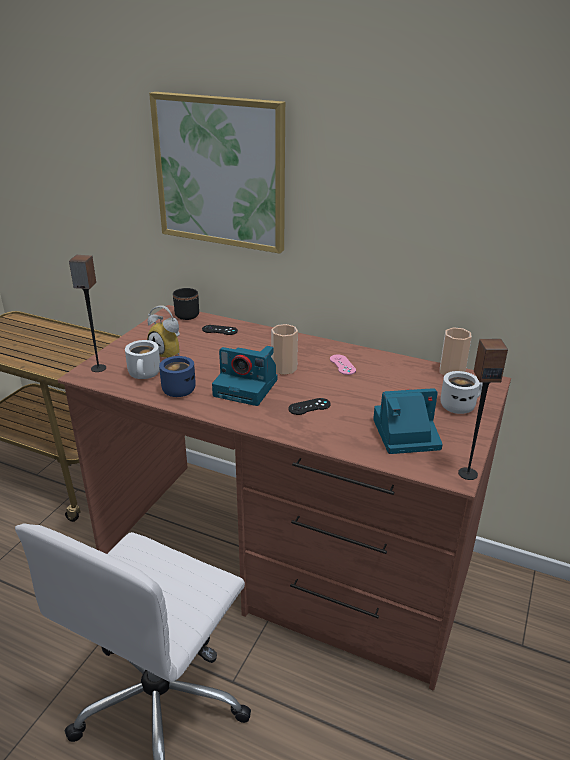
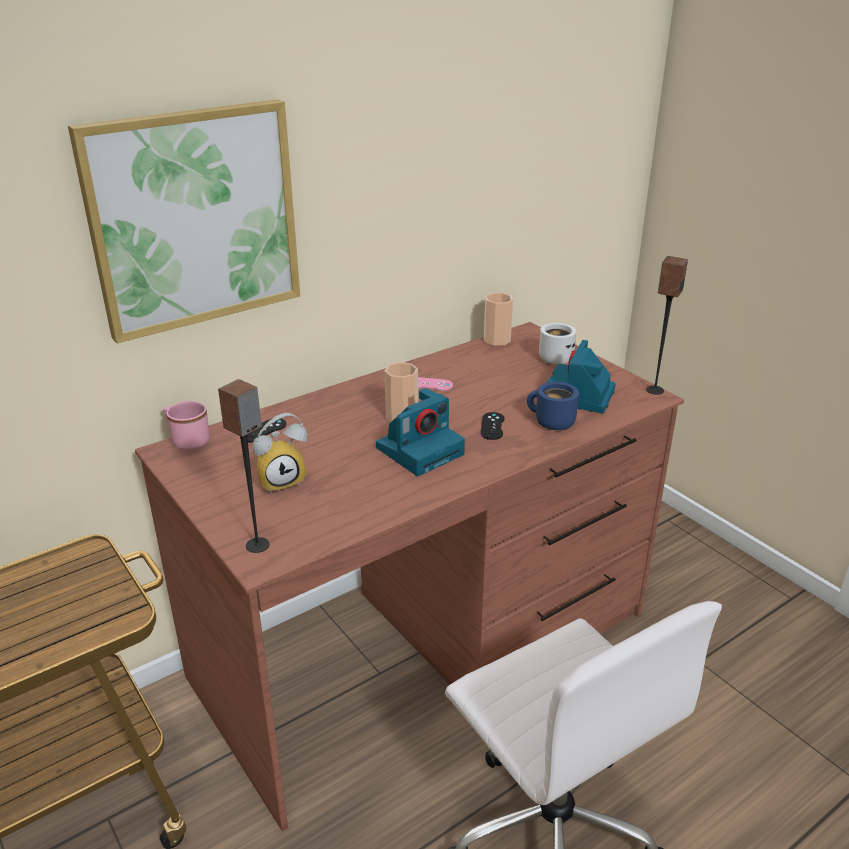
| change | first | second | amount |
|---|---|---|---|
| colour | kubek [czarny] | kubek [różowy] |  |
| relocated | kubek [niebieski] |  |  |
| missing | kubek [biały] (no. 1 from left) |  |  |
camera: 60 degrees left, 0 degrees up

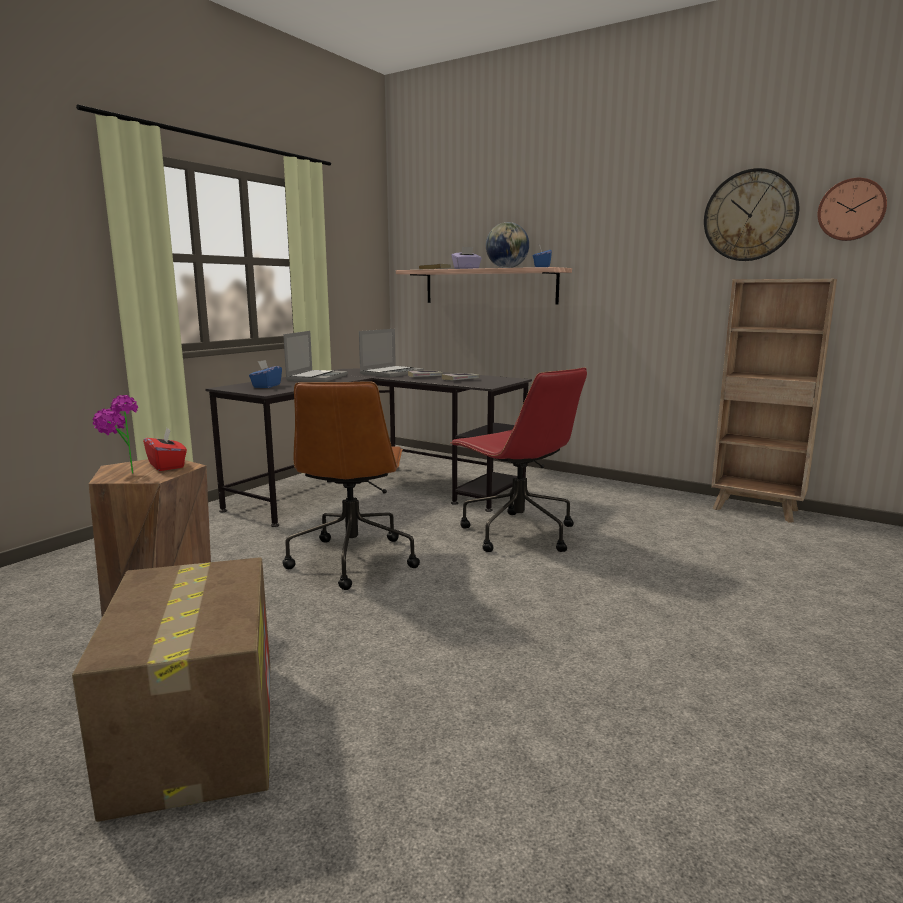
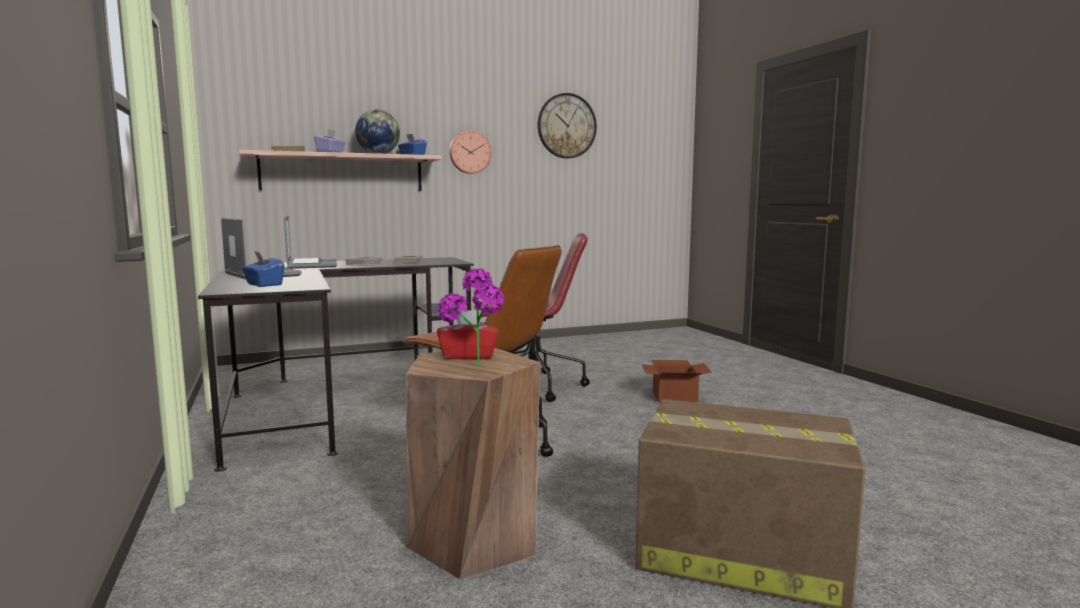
| change | first | second | amount |
|---|---|---|---|
| relocated | zegar ścienny (no. 2 from left in the first image) | zegar ścienny (no. 1 from left) |  |
| appeared |  | karton (no. 1 from left) |  |
| missing | regał [brązowy] |  |  |
camera: 55 degrees left, 5 degrees down

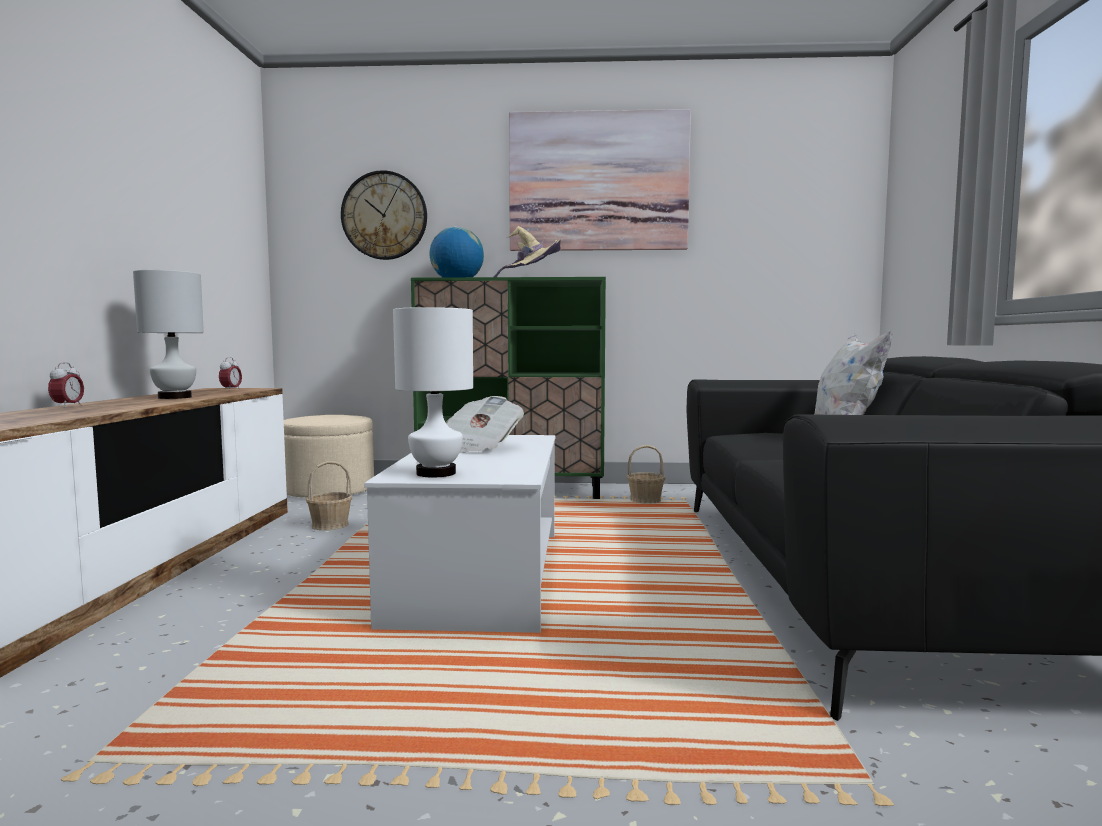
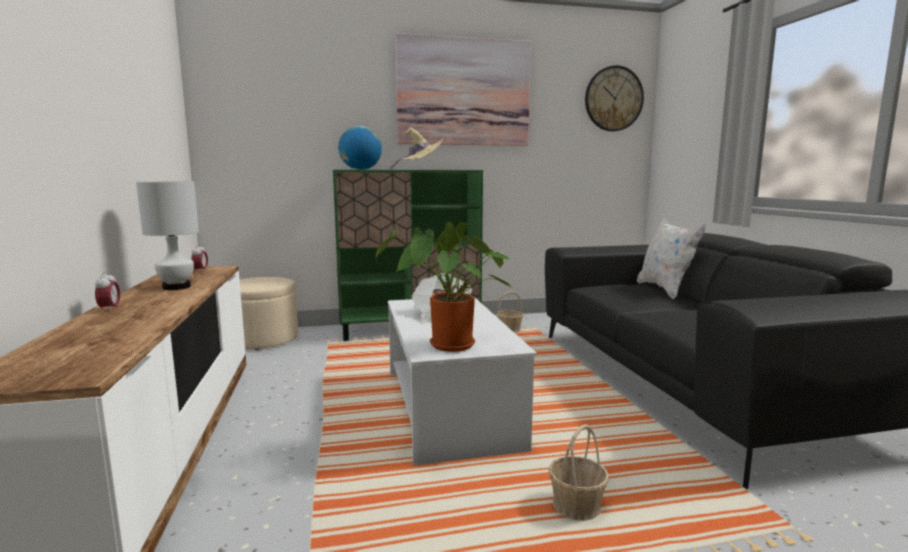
| change | first | second | amount |
|---|---|---|---|
| exchanged | lampa stołowa [biały] (no. 2 from left) | roślina doniczkowa |  |
| relocated | koszyk (no. 1 from left in the first image) | koszyk (no. 2 from left) |  |
| relocated | zegar ścienny |  |  |
camera: 15 degrees left, 5 degrees up

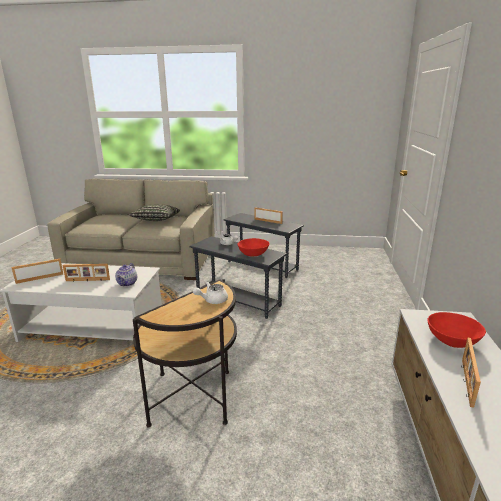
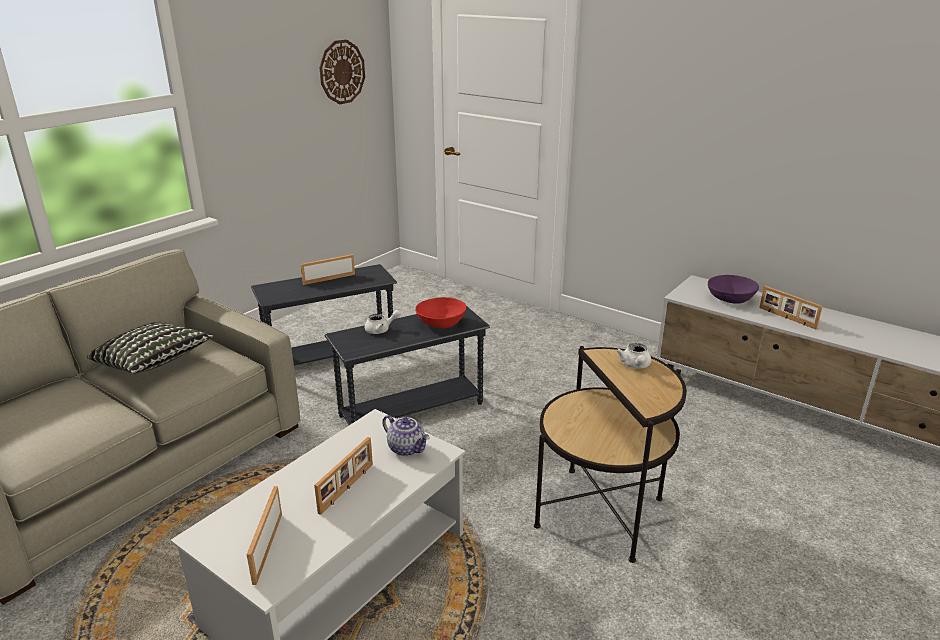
| change | first | second | amount |
|---|---|---|---|
| appeared |  | zegar ścienny |  |
| colour | miska [czerwony] (no. 2 from left) | miska [fioletowy] |  |
camera: 60 degrees left, 5 degrees up

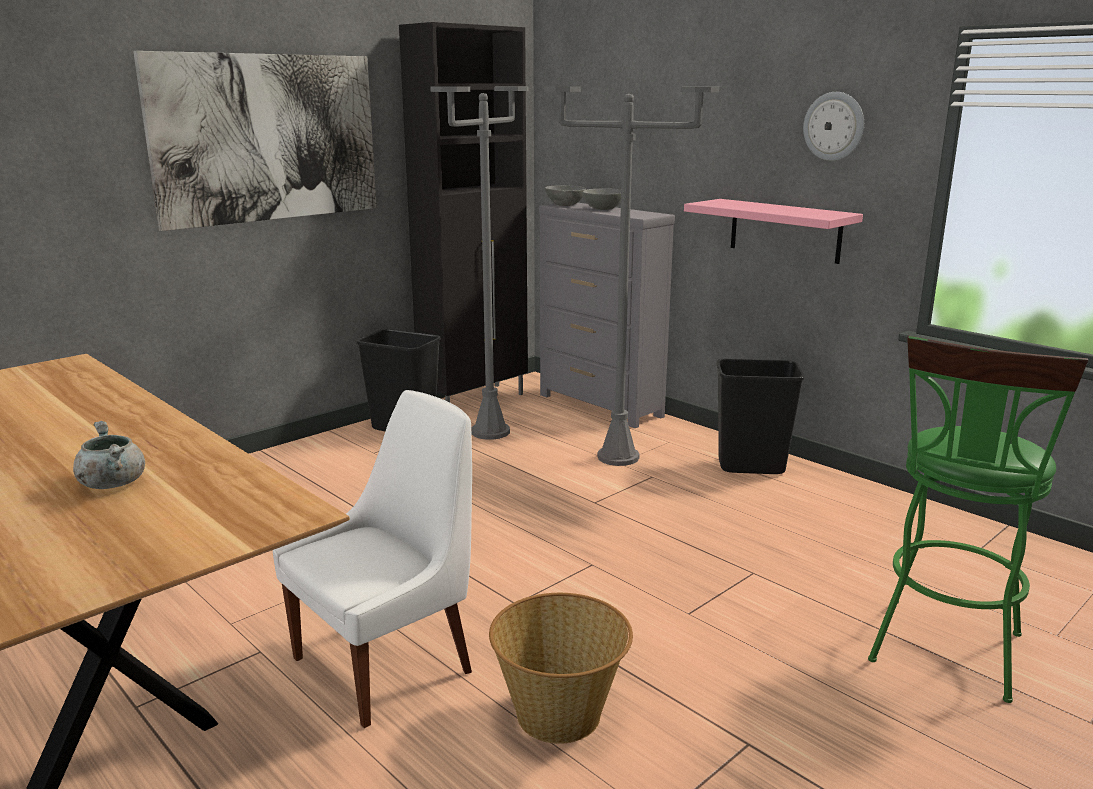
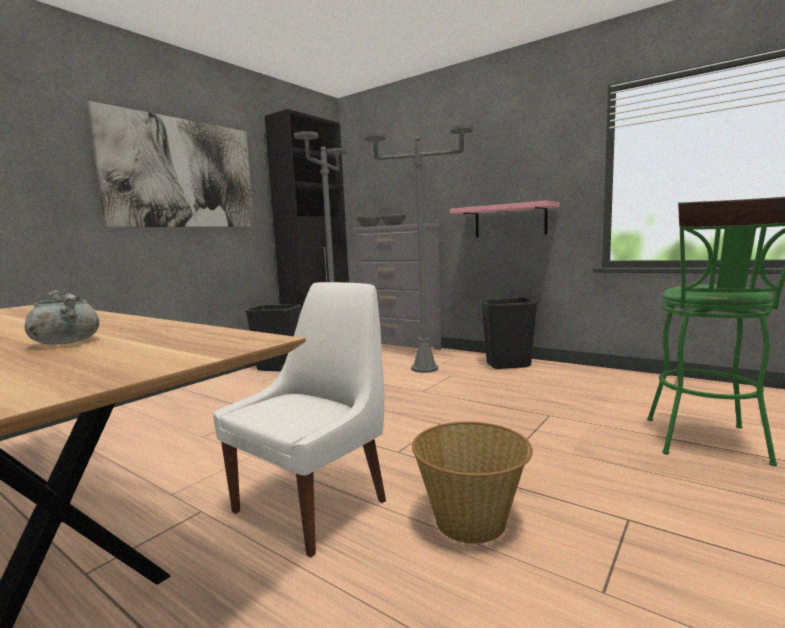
| change | first | second | amount |
|---|---|---|---|
| missing | zegar ścienny |  |  |
camera: 10 degrees left, 10 degrees down

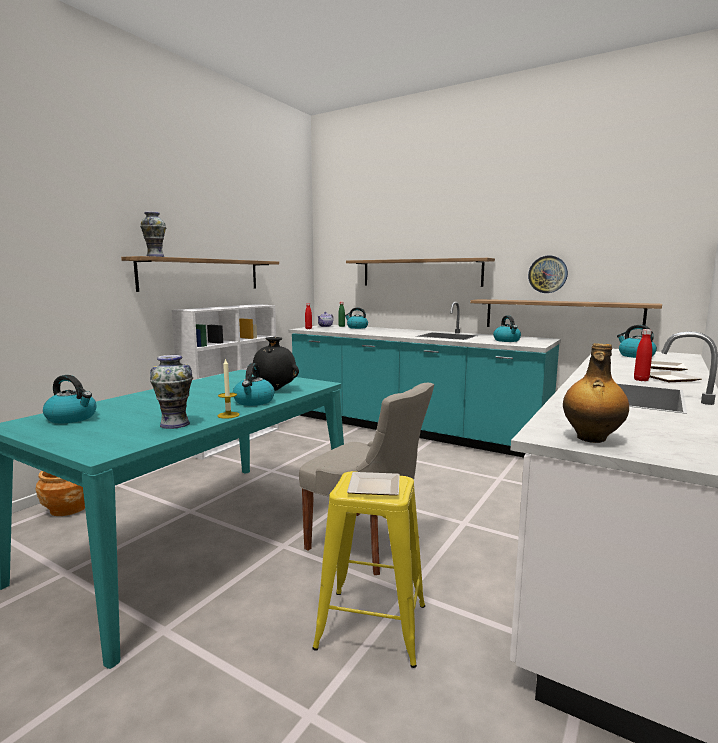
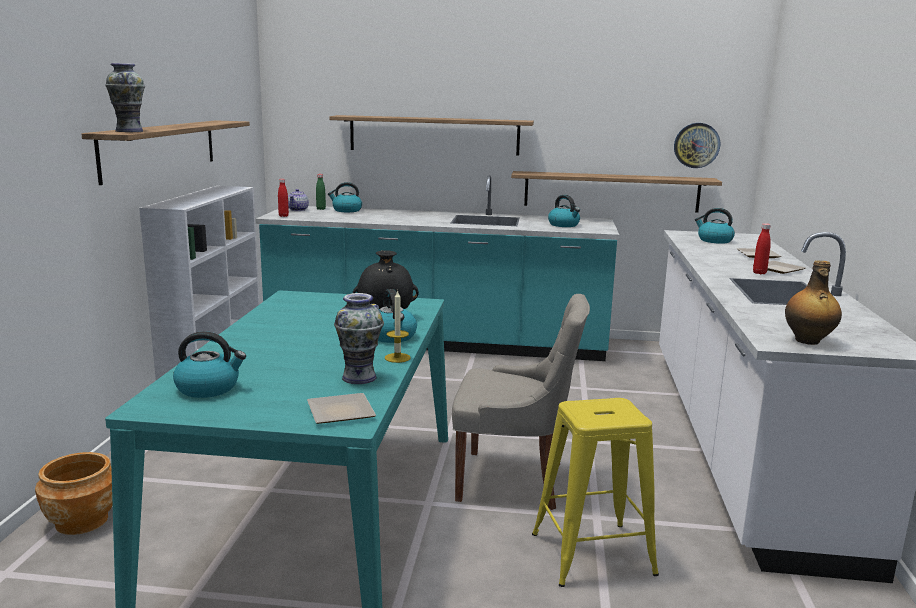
| change | first | second | amount |
|---|---|---|---|
| relocated | talerz (no. 1 from left) |  |  |
| relocated | zegar ścienny |  |  |
camera: 25 degrees left, 5 degrees up

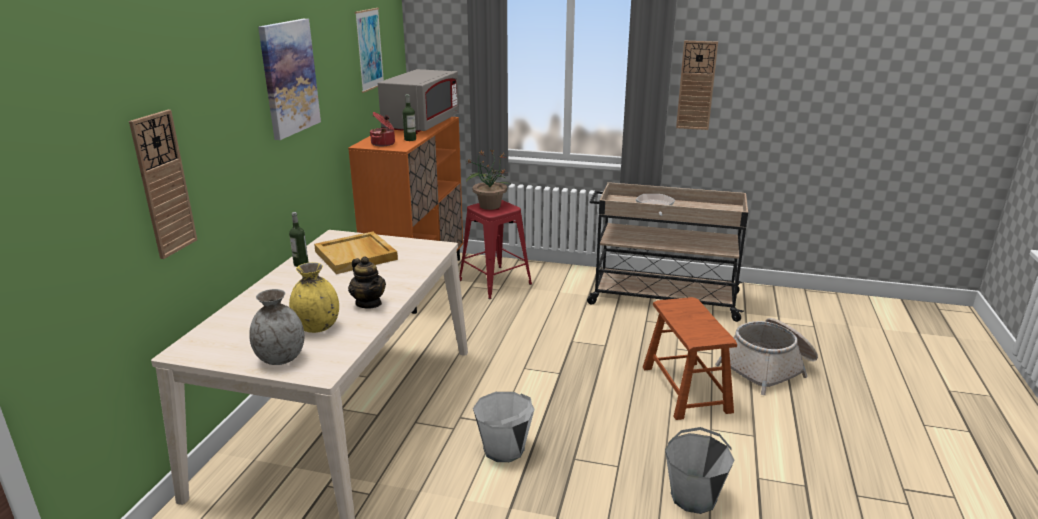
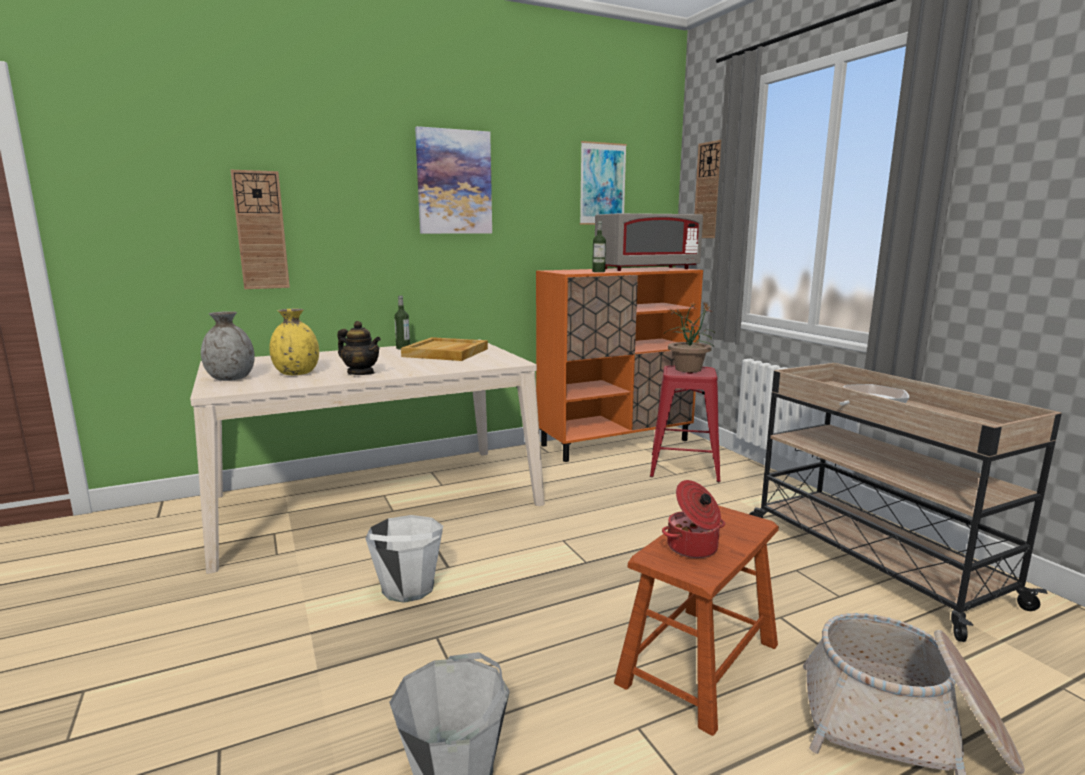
| change | first | second | amount |
|---|---|---|---|
| spun | imbryk |  | 75 degrees counterclockwise |
| relocated | garnek |  |  |
| relocated | zegar ścienny (no. 2 from left) |  |  |
camera: 50 degrees right, 10 degrees down

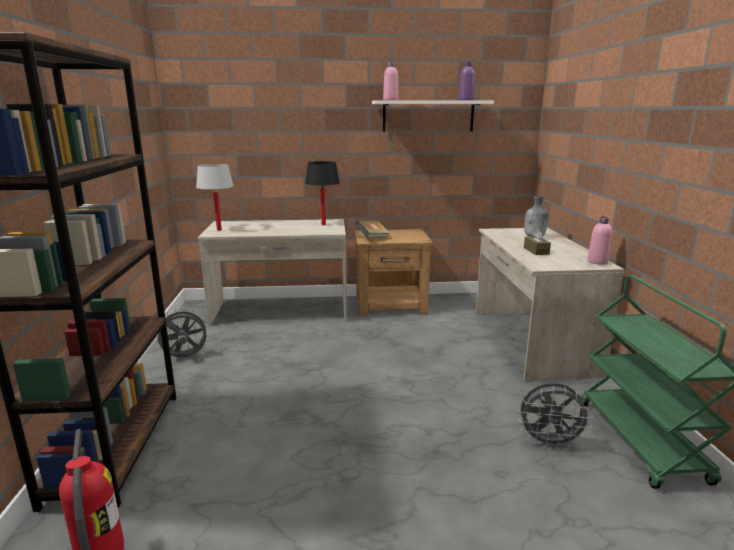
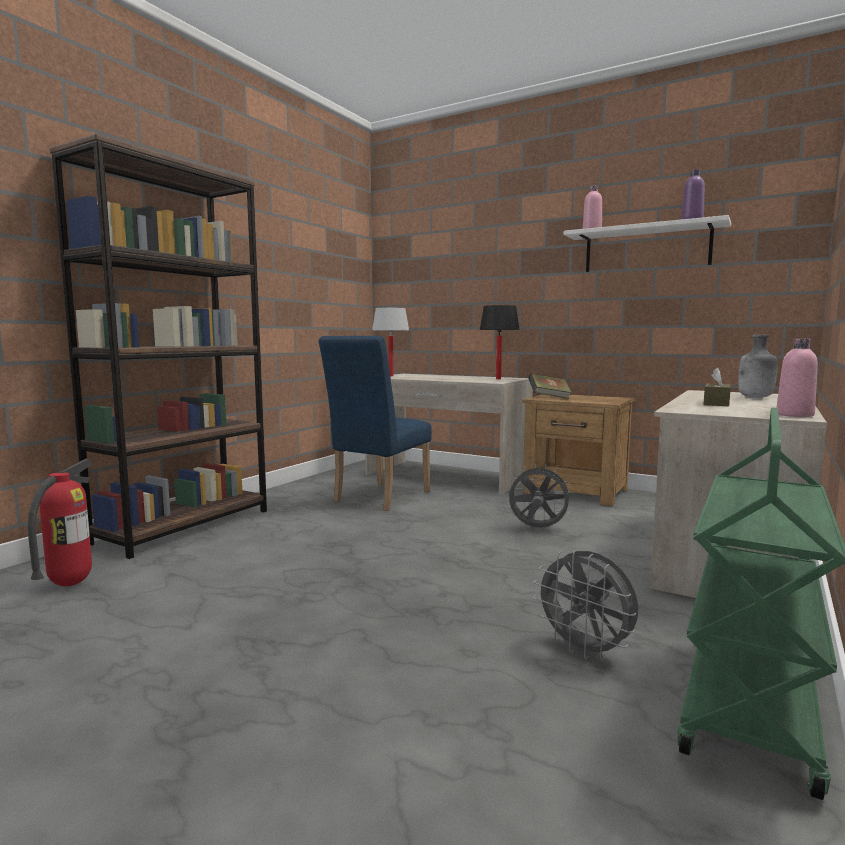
| change | first | second | amount |
|---|---|---|---|
| appeared |  | krzesło [niebieski] |  |
| relocated | wentylator [szary] (no. 1 from left) |  |  |
camera: 35 degrees right, 10 degrees down

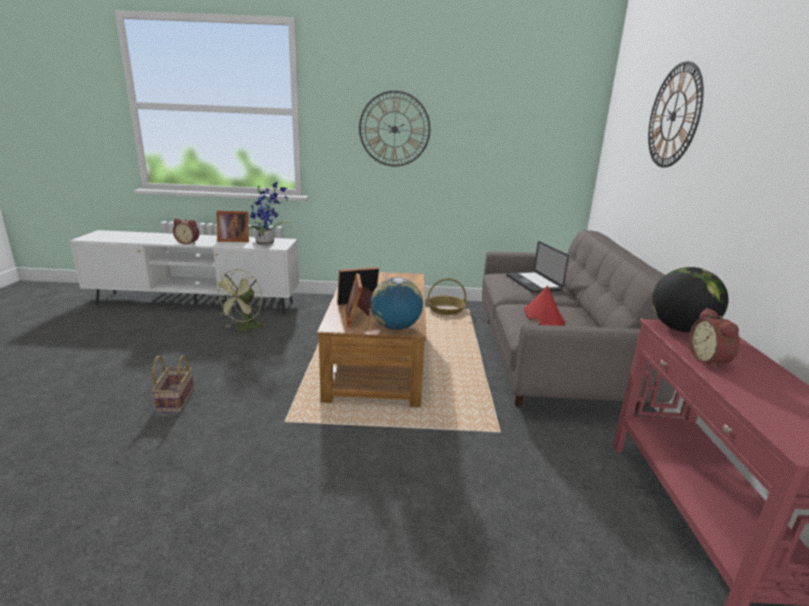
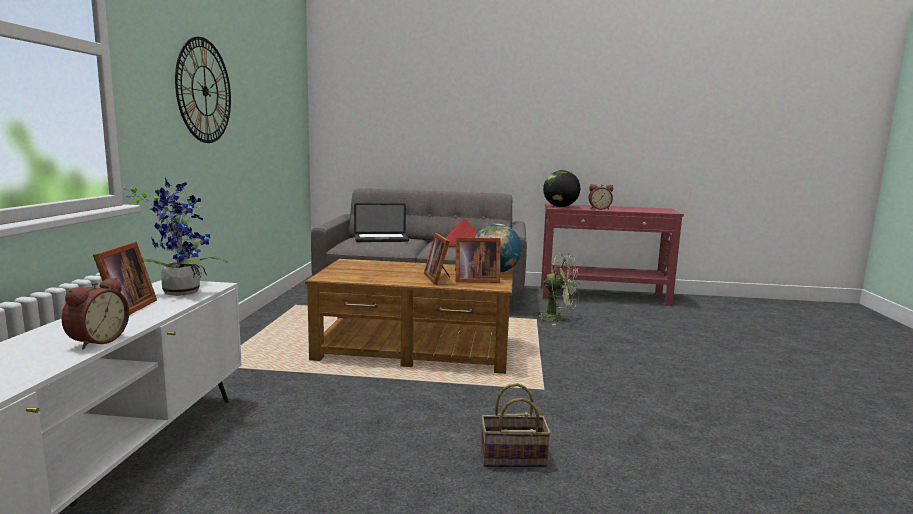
| change | first | second | amount |
|---|---|---|---|
| relocated | wentylator [zielony] |  |  |
| missing | koszyk (no. 2 from left) |  |  |
| missing | zegar ścienny (no. 2 from left) |  |  |
camera: 85 degrees left, 10 degrees down

